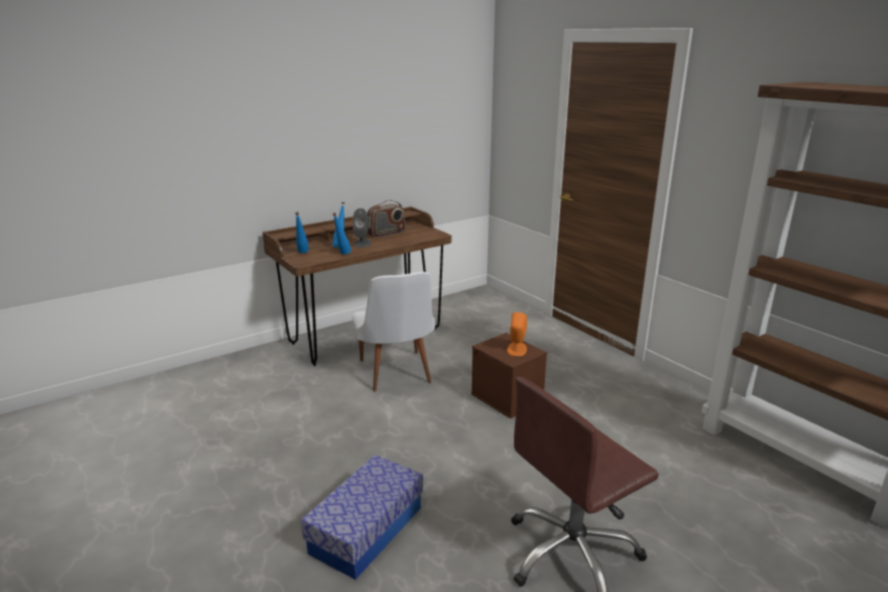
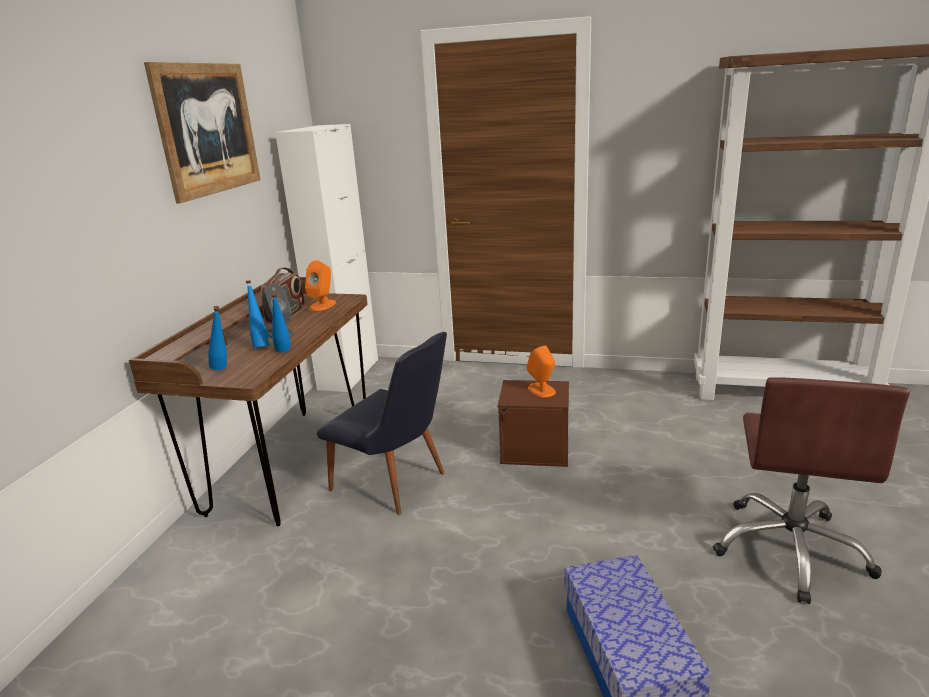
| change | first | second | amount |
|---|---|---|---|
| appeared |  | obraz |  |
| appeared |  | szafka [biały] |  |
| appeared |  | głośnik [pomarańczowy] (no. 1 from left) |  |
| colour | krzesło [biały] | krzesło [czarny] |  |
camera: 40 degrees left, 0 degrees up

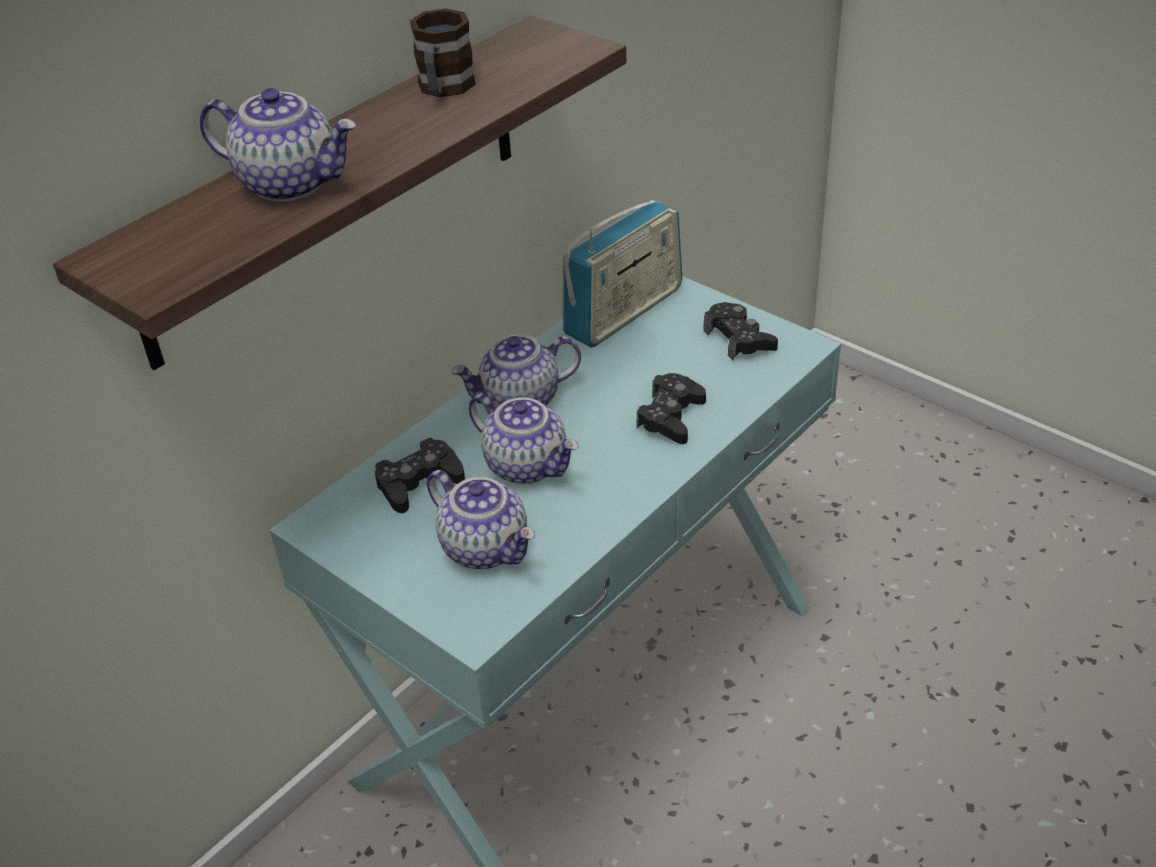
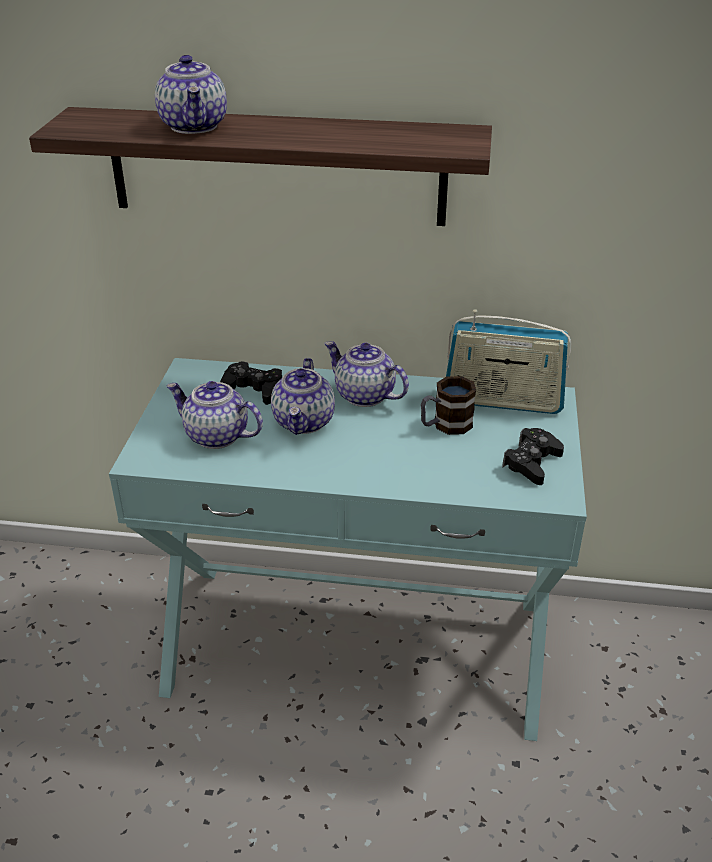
| change | first | second | amount |
|---|---|---|---|
| spun | imbryk (no. 2 from left) |  | 105 degrees clockwise |
| relocated | kubek |  |  |
| missing | pad do gier [czarny] (no. 2 from left) |  |  |
camera: 55 degrees right, 5 degrees down

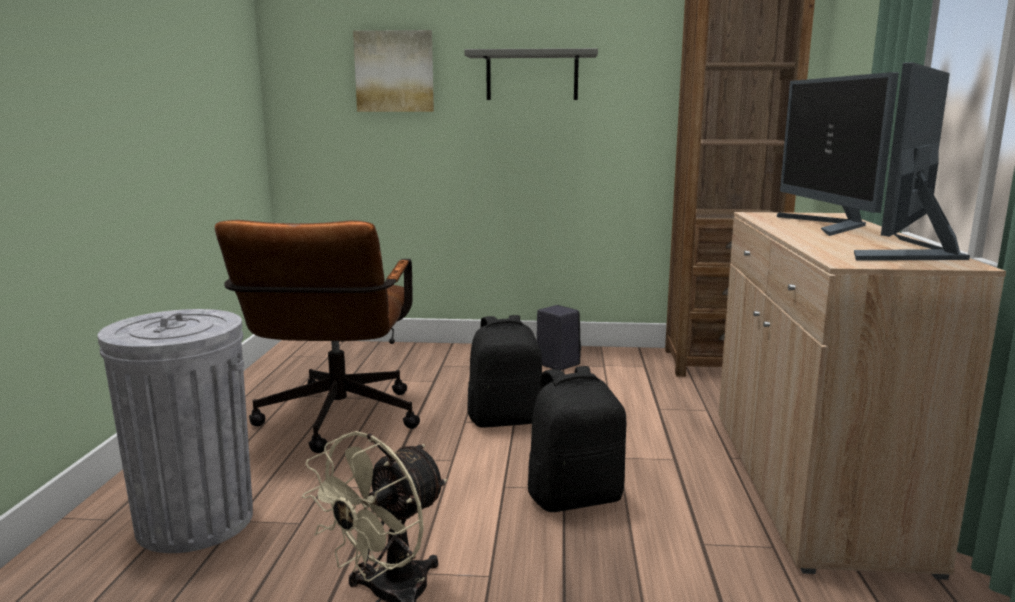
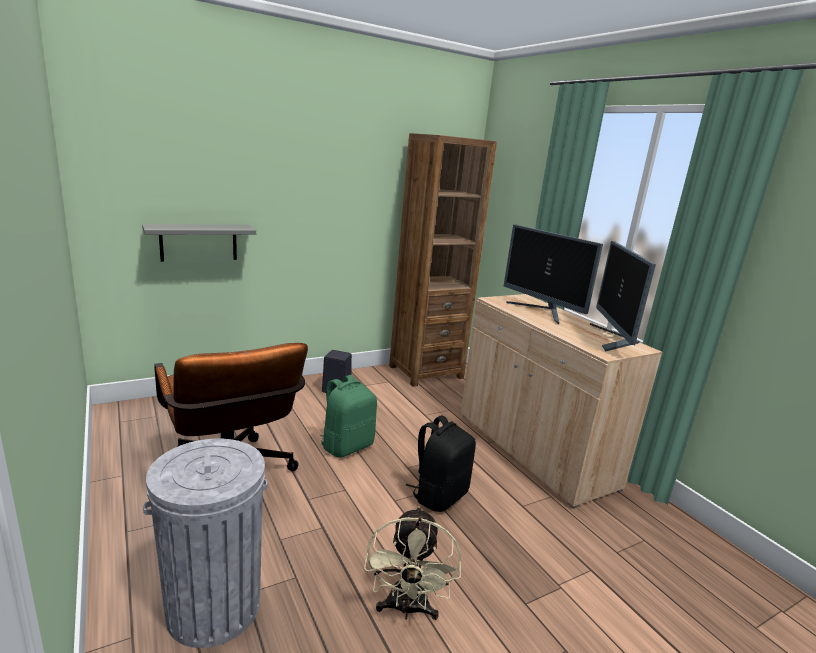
| change | first | second | amount |
|---|---|---|---|
| relocated | półka [szary] |  |  |
| colour | plecak [czarny] (no. 1 from left) | plecak [zielony] |  |
| missing | obraz |  |  |
camera: 35 degrees left, 5 degrees up

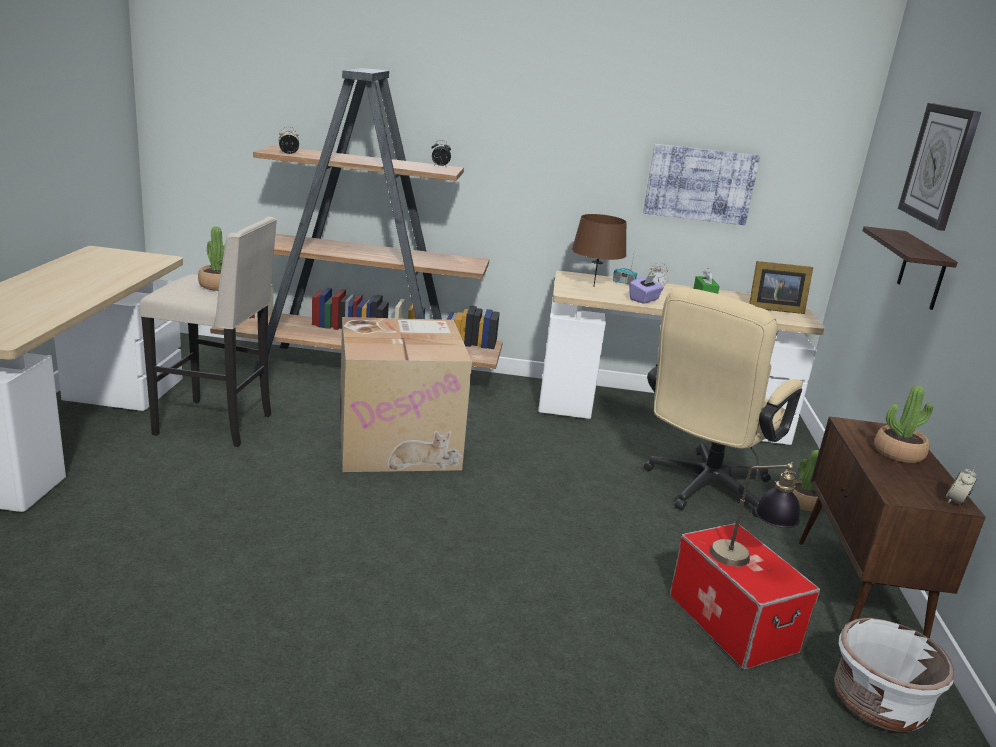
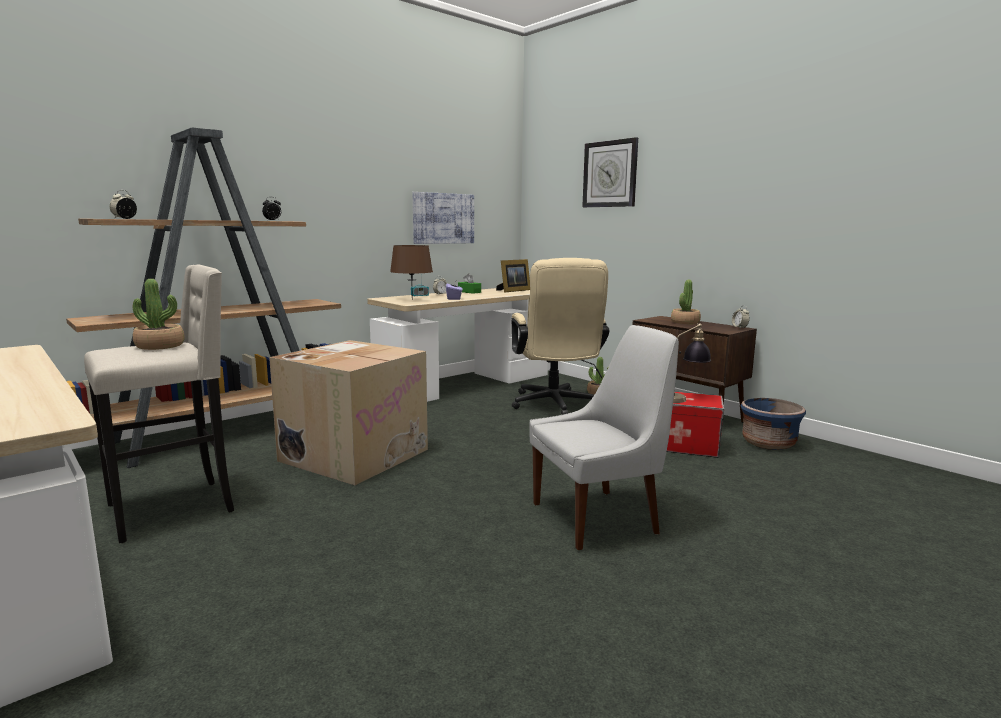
| change | first | second | amount |
|---|---|---|---|
| appeared |  | krzesło [biały] |  |
| colour | donica [biały] | donica [niebieski] |  |
| missing | półka |  |  |
camera: 45 degrees left, 10 degrees down

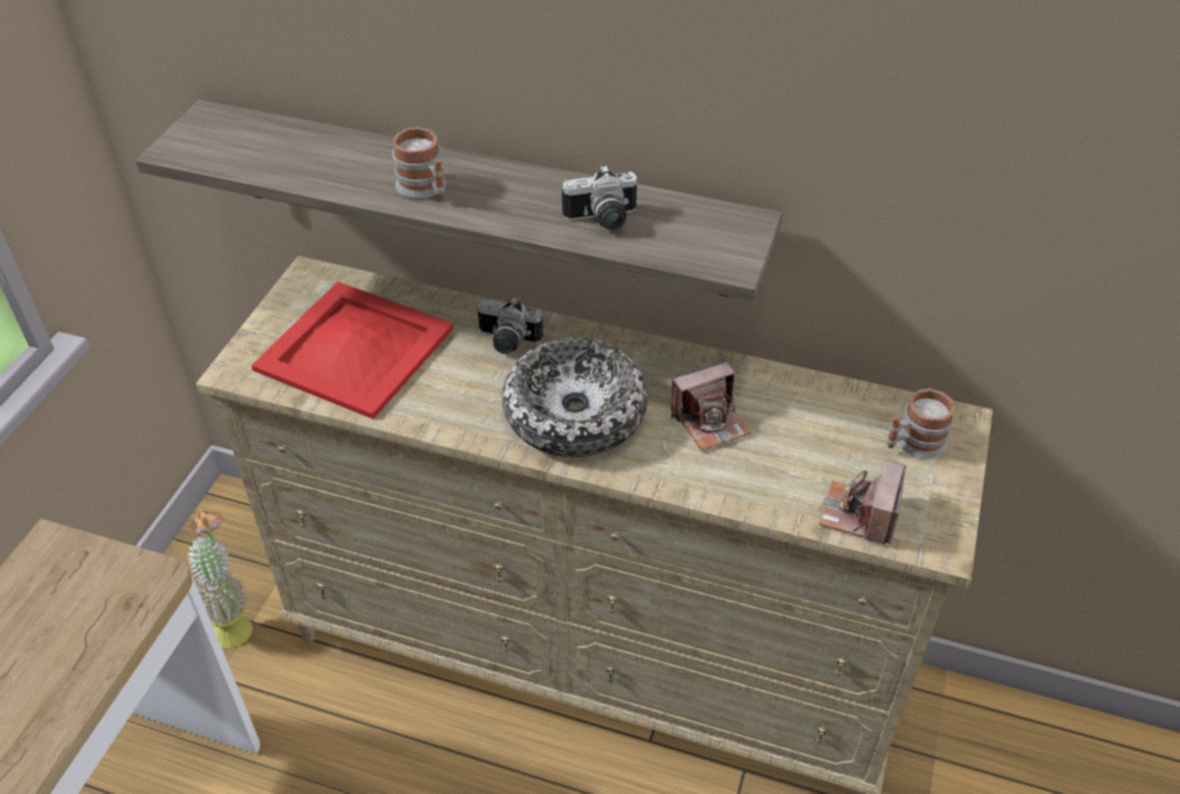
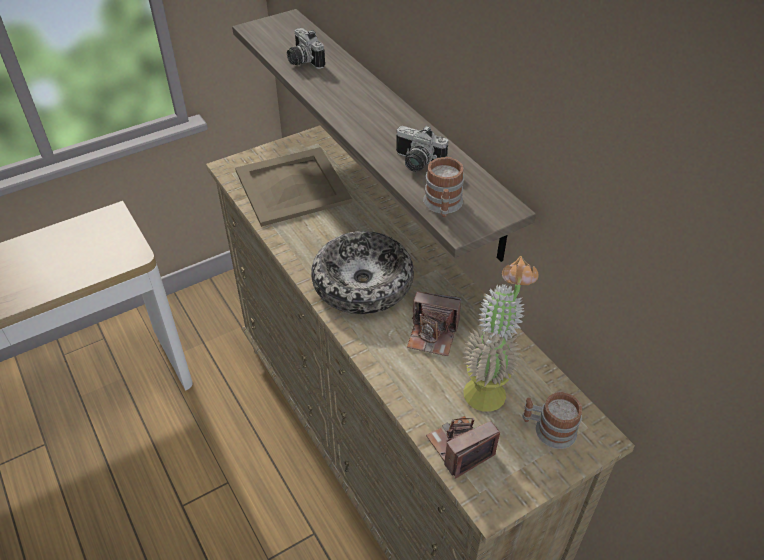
| change | first | second | amount |
|---|---|---|---|
| colour | taca [czerwony] | taca [beżowy] |  |
| relocated | aparat fotograficzny (no. 1 from left) |  |  |
| relocated | kubek (no. 1 from left) |  |  |
| relocated | roślina doniczkowa |  |  |
camera: 40 degrees right, 0 degrees up

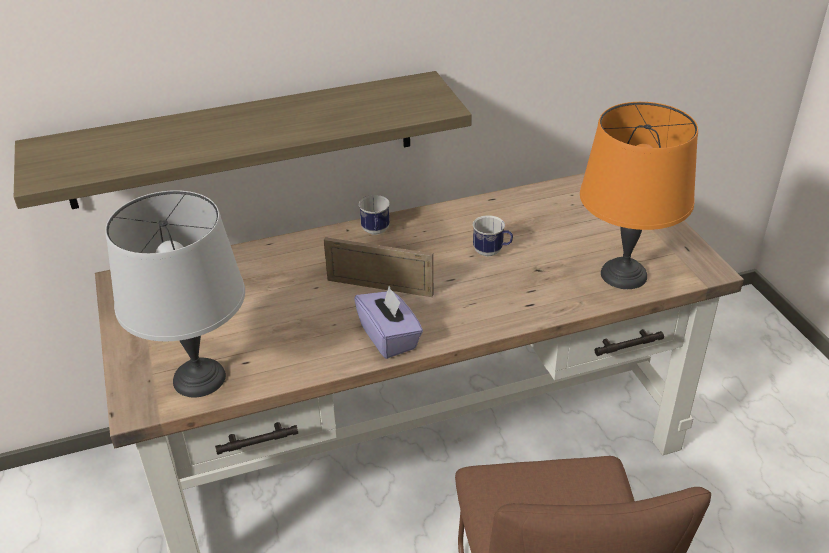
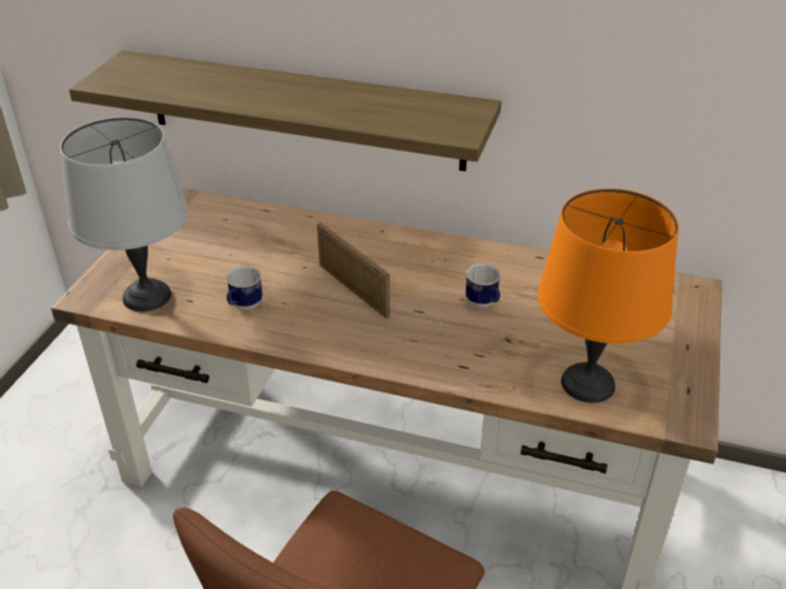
| change | first | second | amount |
|---|---|---|---|
| relocated | kubek (no. 1 from left) |  |  |
| missing | pudełko chusteczek [fioletowy] |  |  |
camera: 35 degrees right, 0 degrees up

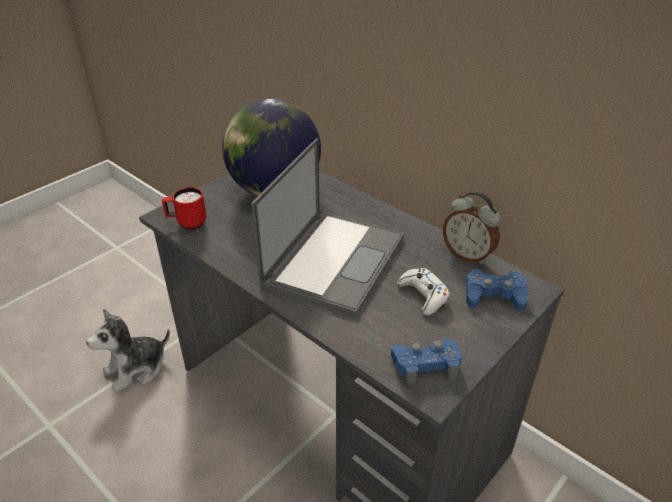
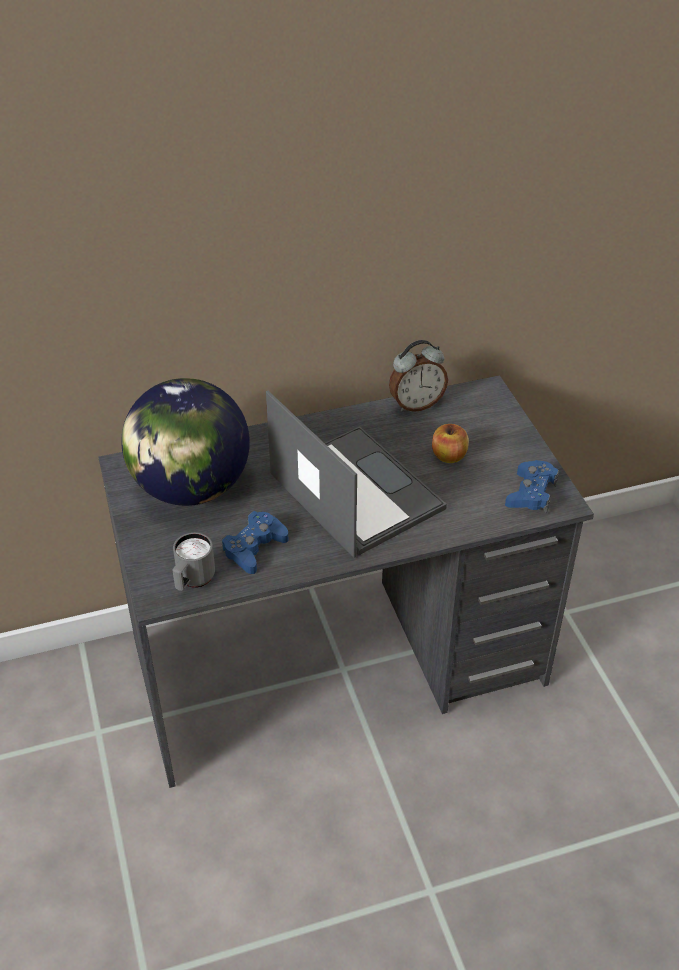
| change | first | second | amount |
|---|---|---|---|
| colour | kubek [czerwony] | kubek [szary] |  |
| relocated | pad do gier [niebieski] (no. 2 from left in the first image) | pad do gier [niebieski] (no. 1 from left) |  |
| exchanged | pad do gier [biały] | jabłko |  |
| missing | pluszak |  |  |
camera: 60 degrees left, 5 degrees up

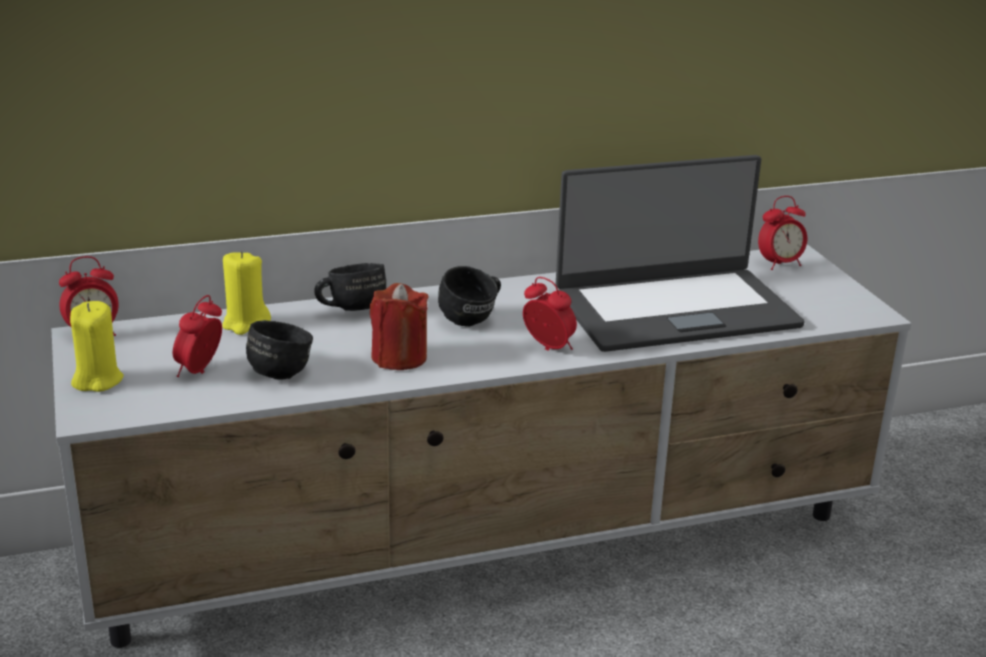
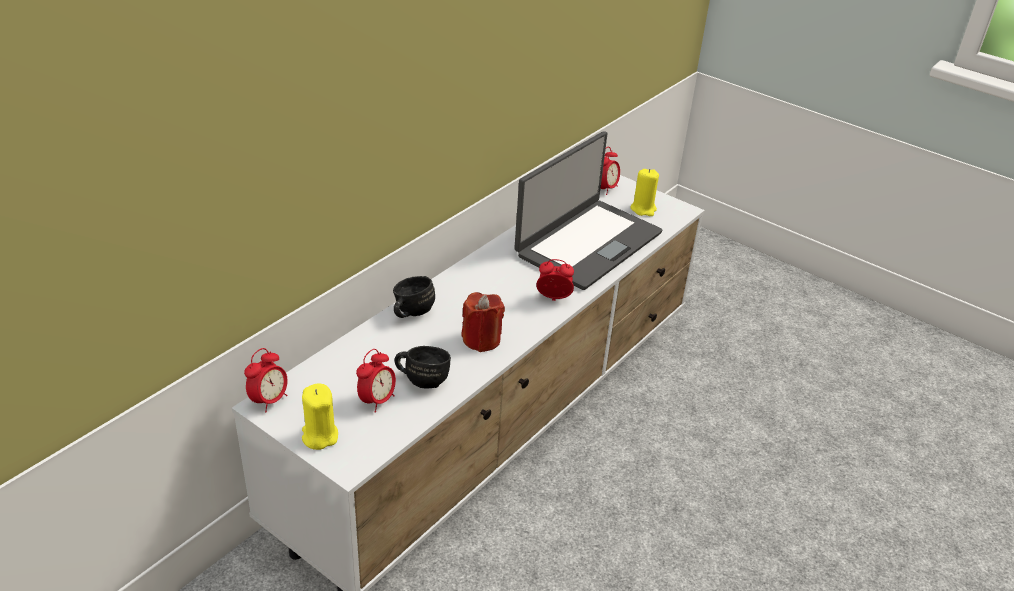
| change | first | second | amount |
|---|---|---|---|
| spun | budzik (no. 2 from left) |  | 135 degrees counterclockwise |
| relocated | świeca [żółty] (no. 2 from left) |  |  |
| missing | kubek [czarny] (no. 3 from left) |  |  |
camera: 35 degrees left, 10 degrees up

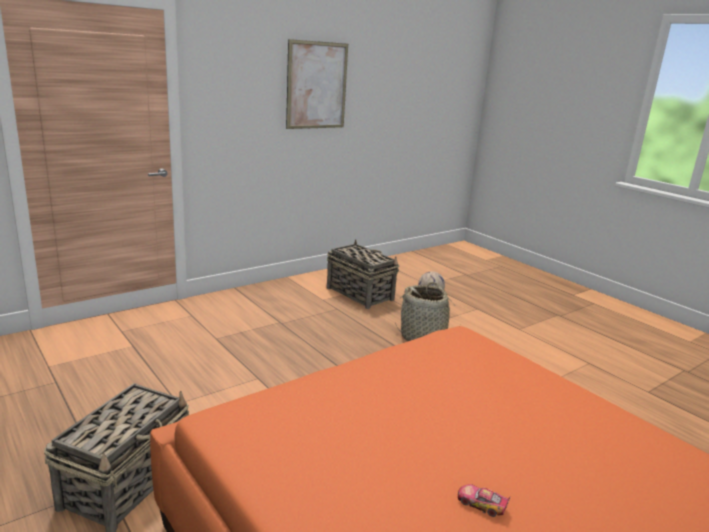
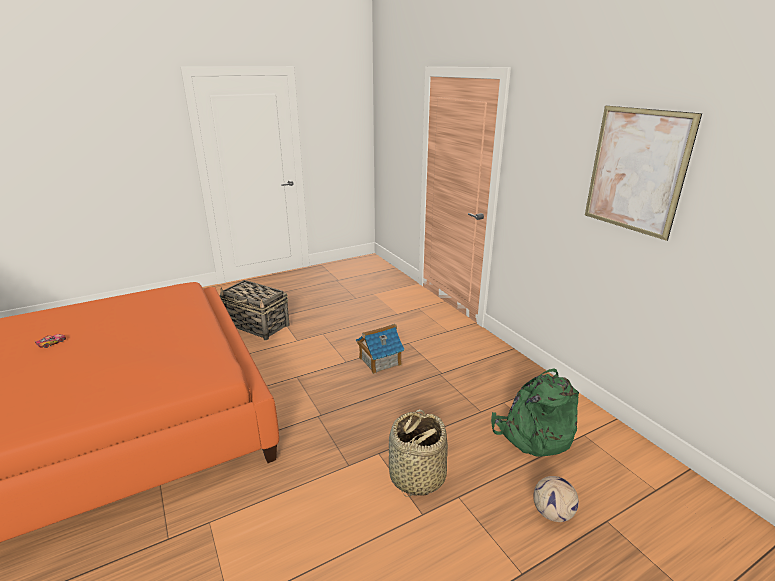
| change | first | second | amount |
|---|---|---|---|
| appeared |  | domek |  |
| exchanged | koszyk (no. 2 from left) | plecak [zielony] |  |
camera: 100 degrees right, 5 degrees up

